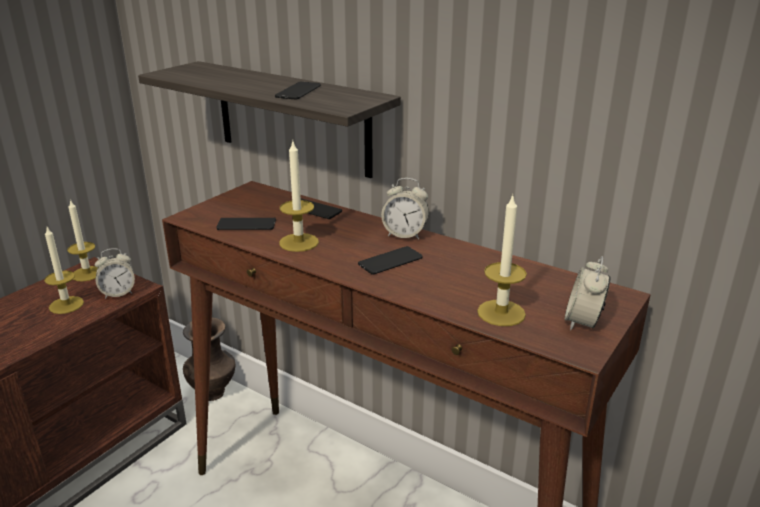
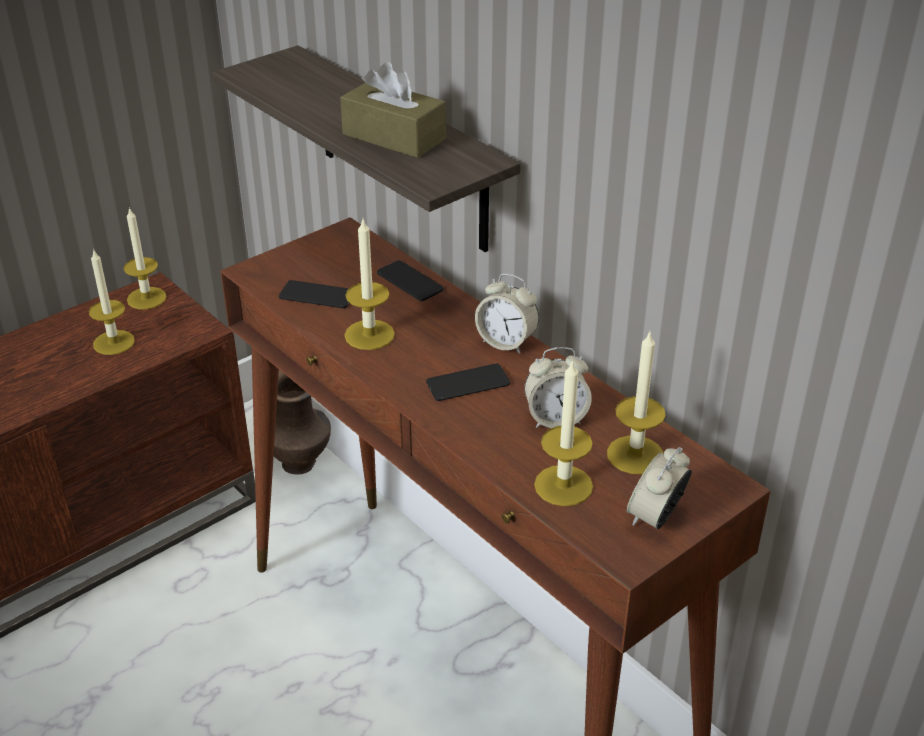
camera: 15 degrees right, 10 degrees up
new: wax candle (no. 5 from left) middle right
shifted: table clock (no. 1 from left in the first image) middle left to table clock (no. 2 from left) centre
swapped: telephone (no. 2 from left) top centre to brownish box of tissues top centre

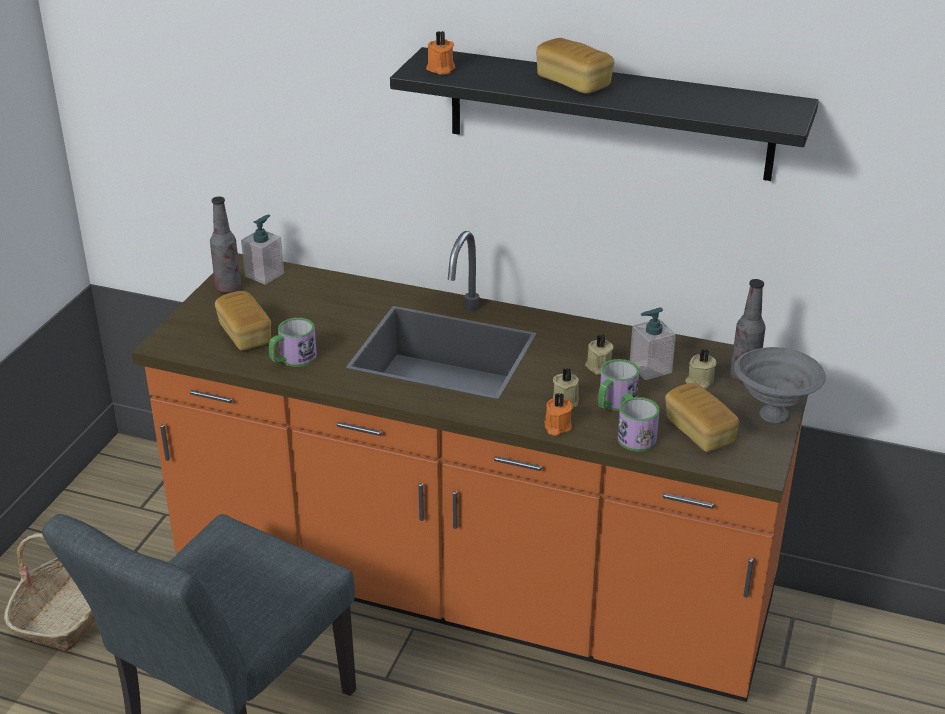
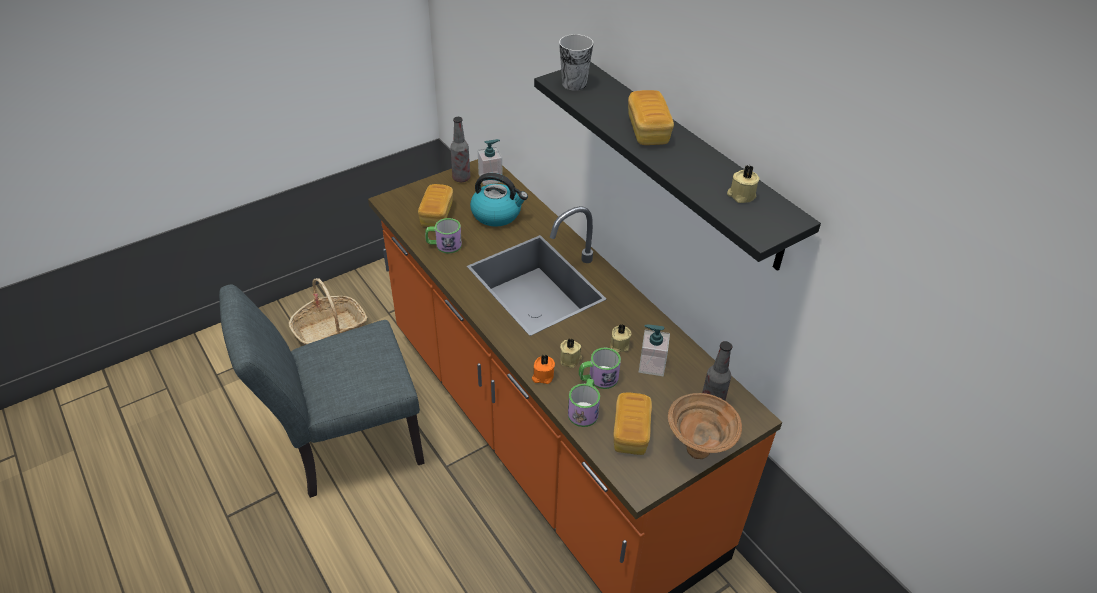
camera: 35 degrees right, 10 degrees up
new: kettle centre
shifted: sand-coloured wax candle (no. 3 from left) middle right to top right
swapped: orange wax candle (no. 1 from left) top centre to cup top centre
repainted: grey bowl middle right to brownish bowl bottom centre

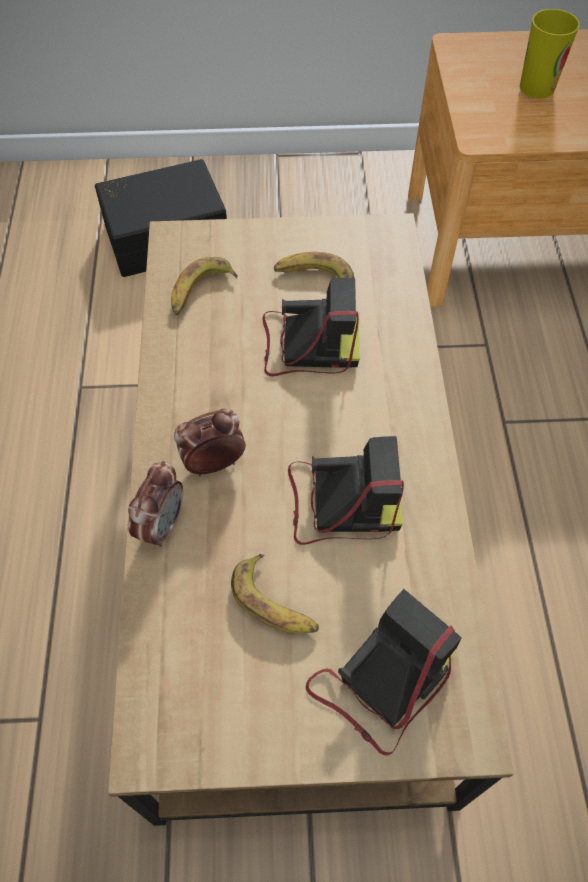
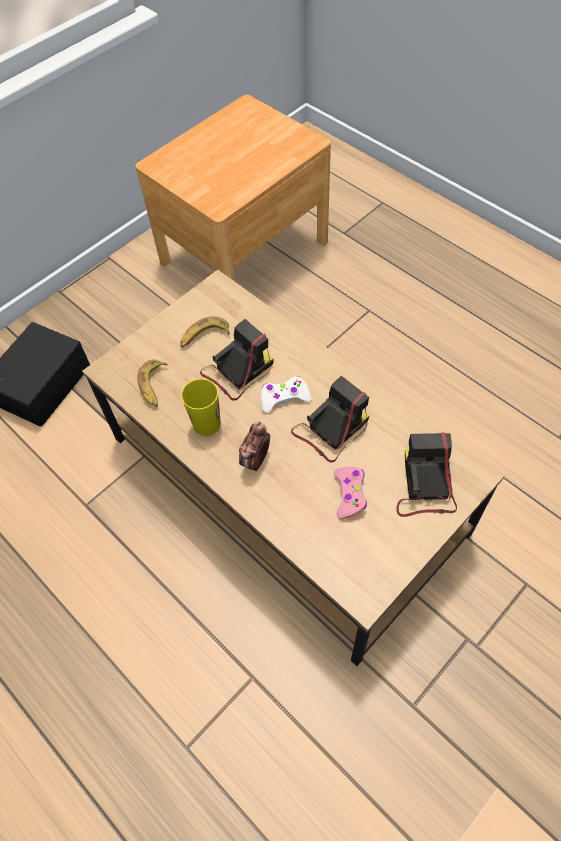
camera: 40 degrees left, 0 degrees up
gone: table clock (no. 1 from left) middle left
new: white-coloured game controller centre
shifted: cup top right to centre
swapped: banana (no. 2 from left) bottom centre to pink game controller centre

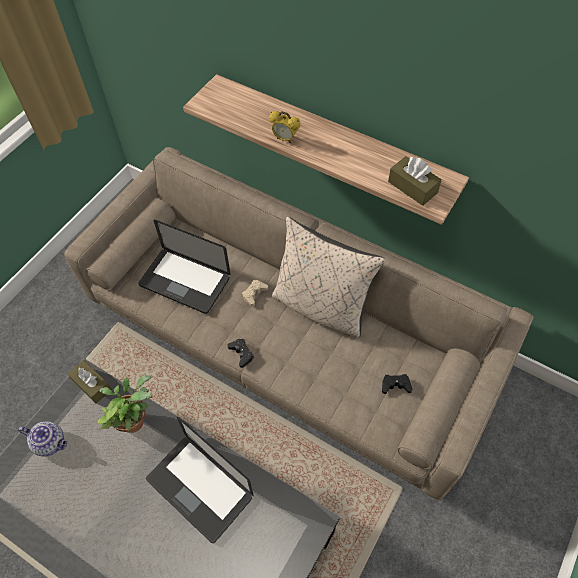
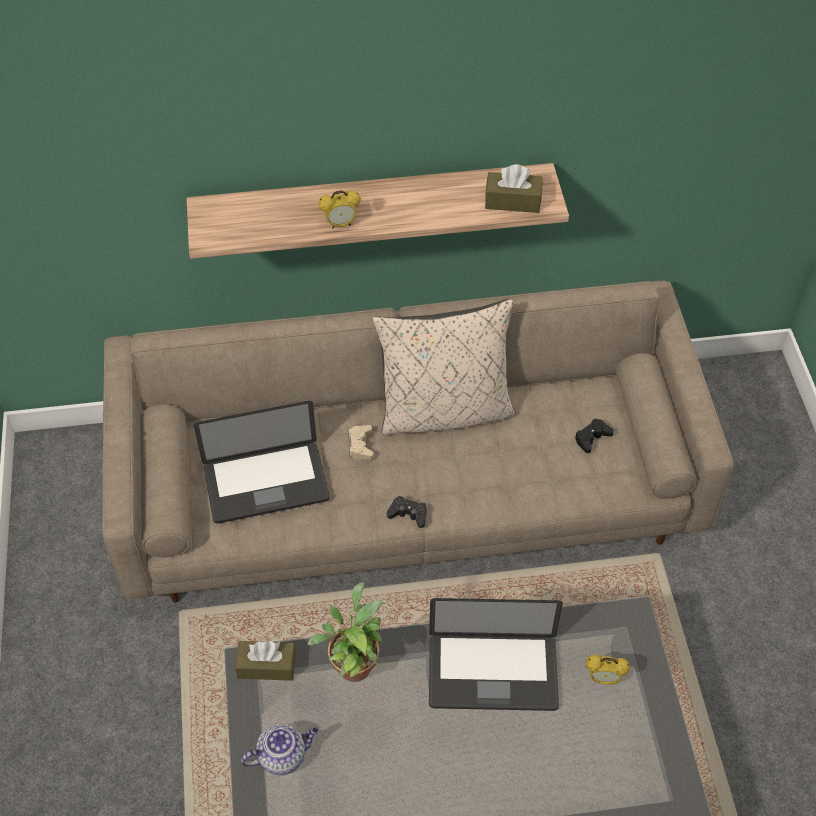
camera: 40 degrees left, 5 degrees down
new: table clock (no. 2 from left) bottom right

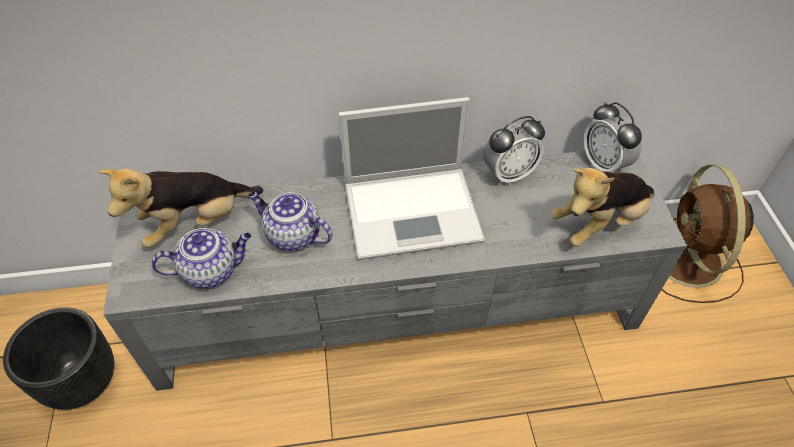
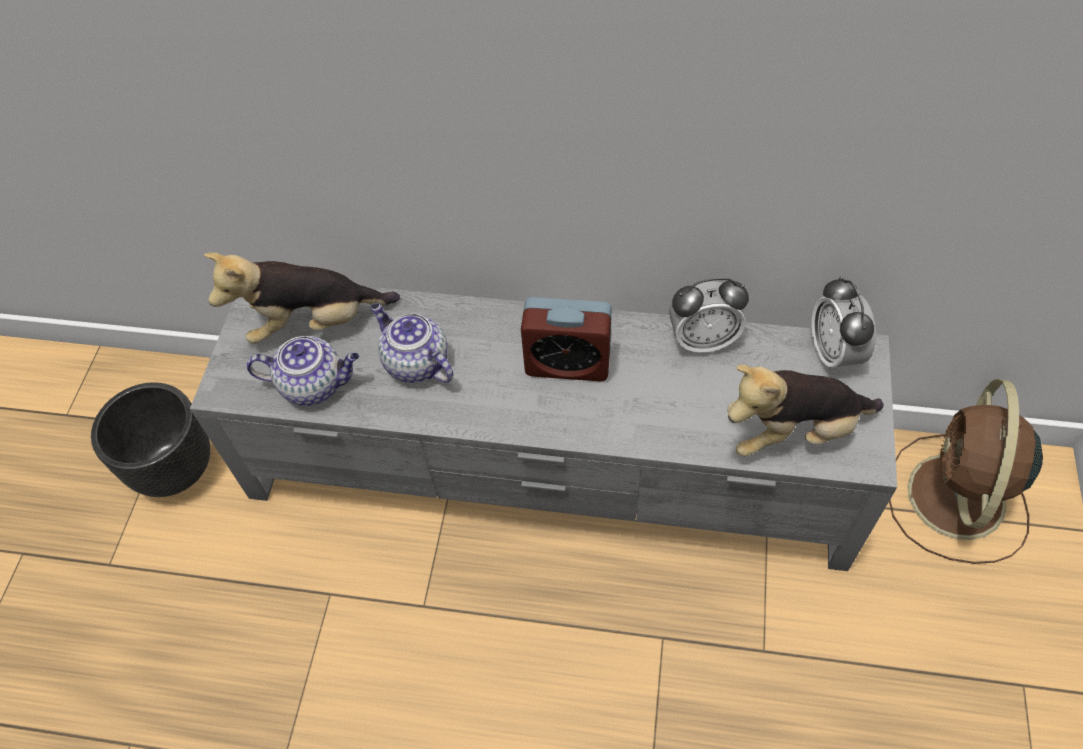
camera: 20 degrees right, 5 degrees up
swapped: portable computer centre to table clock (no. 1 from left) centre

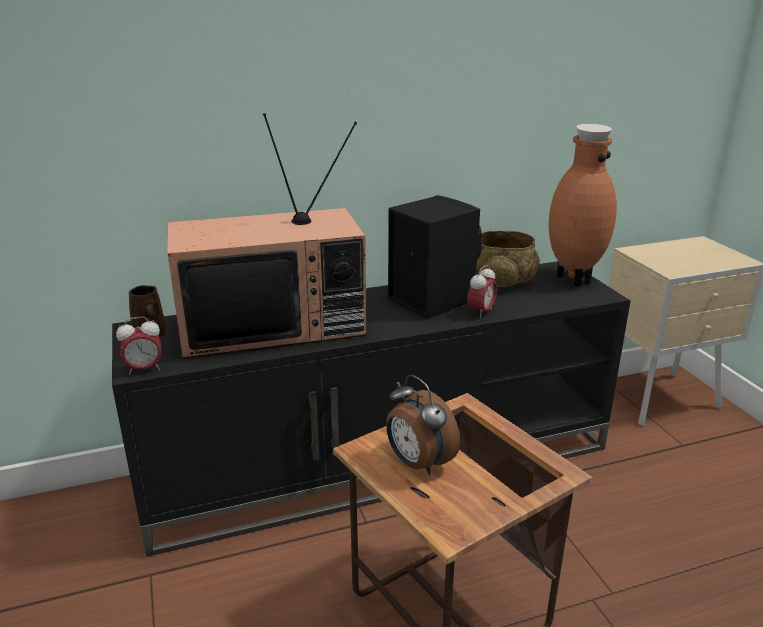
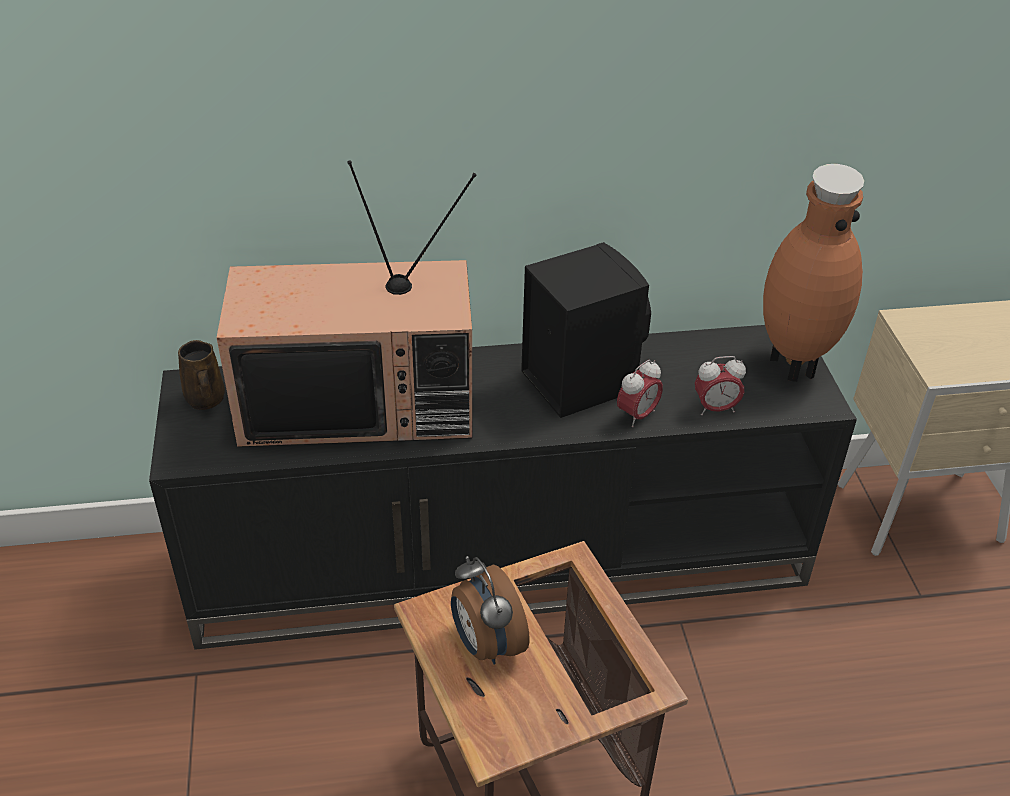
camera: 10 degrees right, 15 degrees up
gone: sand-coloured bowl centre
shifted: table clock (no. 1 from left in the first image) middle left to table clock (no. 3 from left) middle right

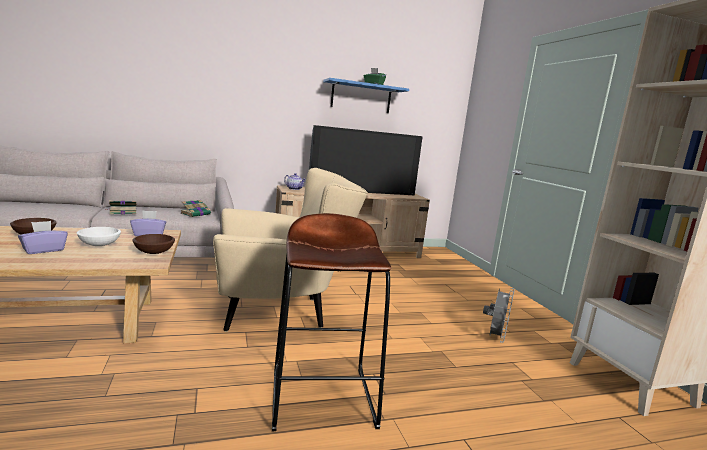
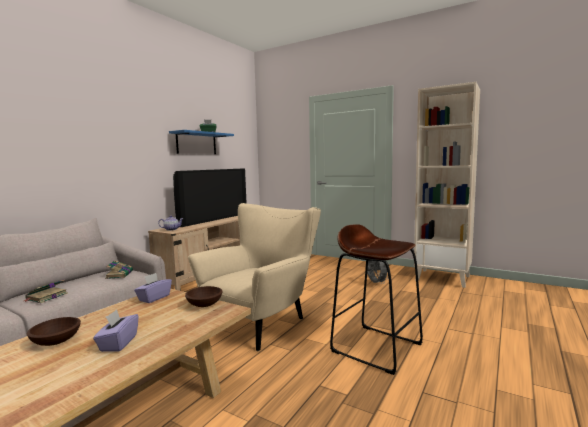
camera: 40 degrees left, 5 degrees down
gone: white-coloured bowl middle left

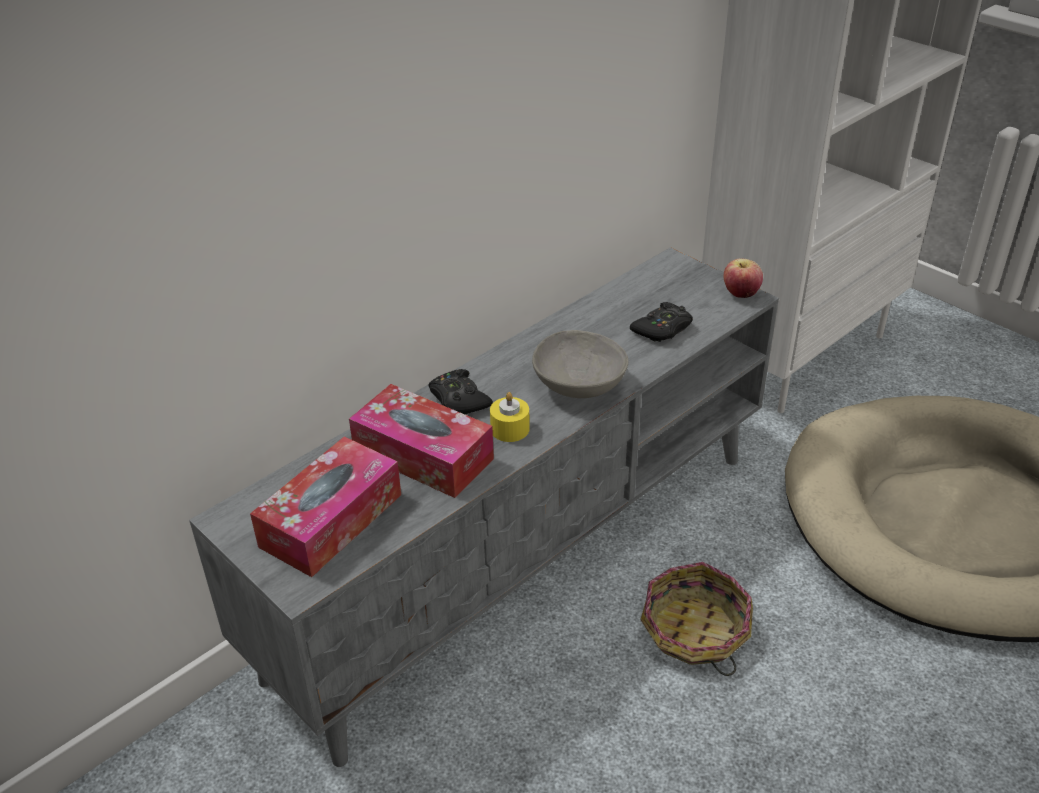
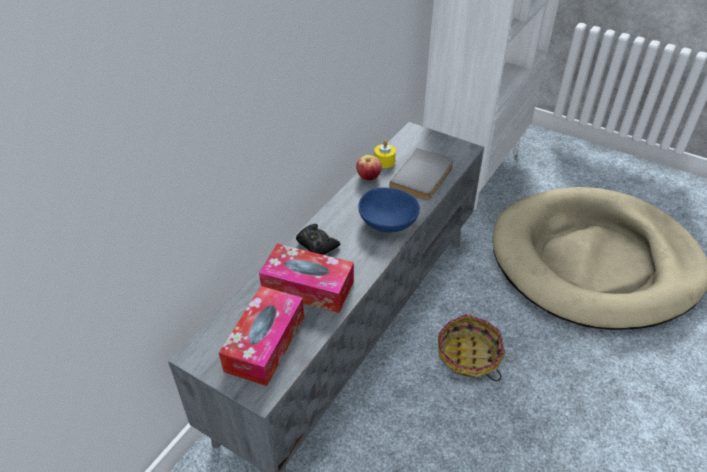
camera: 15 degrees left, 5 degrees up
shifted: yellowish wax candle centre to top centre; whole apple middle right to centre
swapped: blackish game controller (no. 2 from left) centre to grey book centre
repainted: grey bowl centre to blue bowl centre

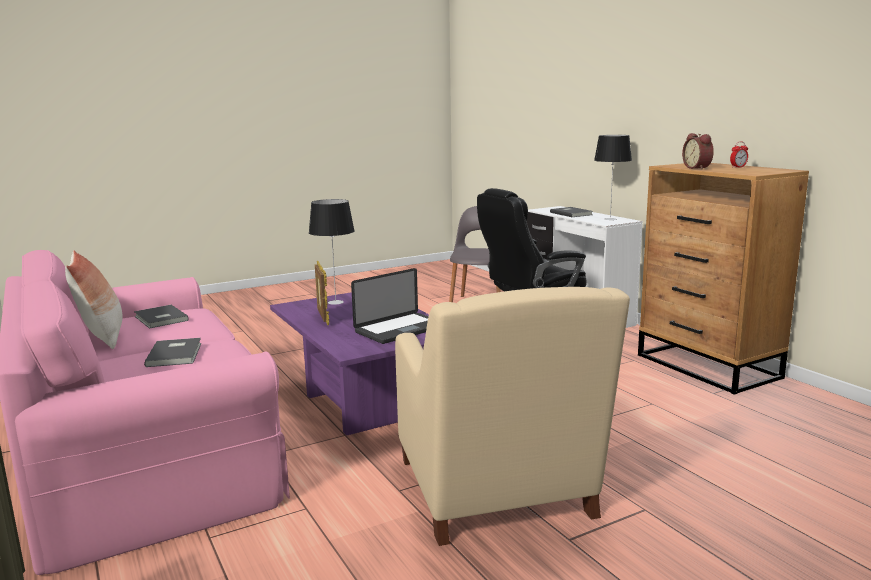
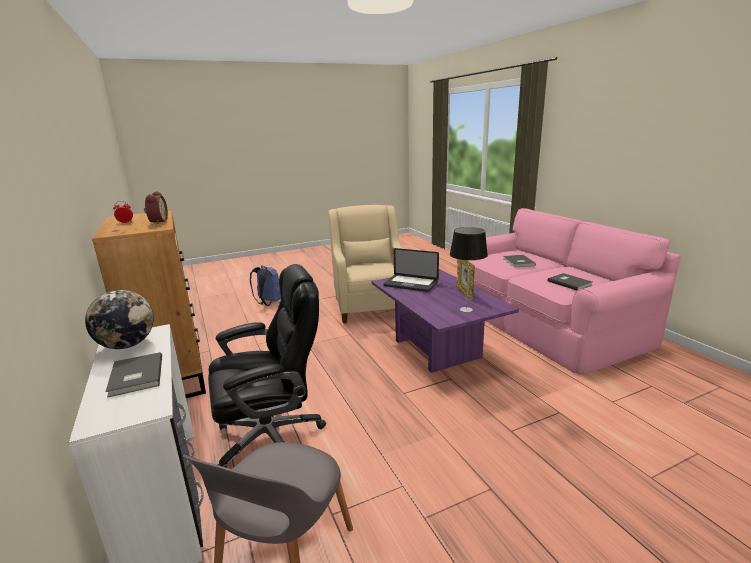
camera: 175 degrees left, 5 degrees up
gone: pillow middle left
new: blue rucksack centre
swapped: tabletop lamp (no. 2 from left) top right to world globe middle left
rotated: portable computer centre = centre 120 degrees counterclockwise

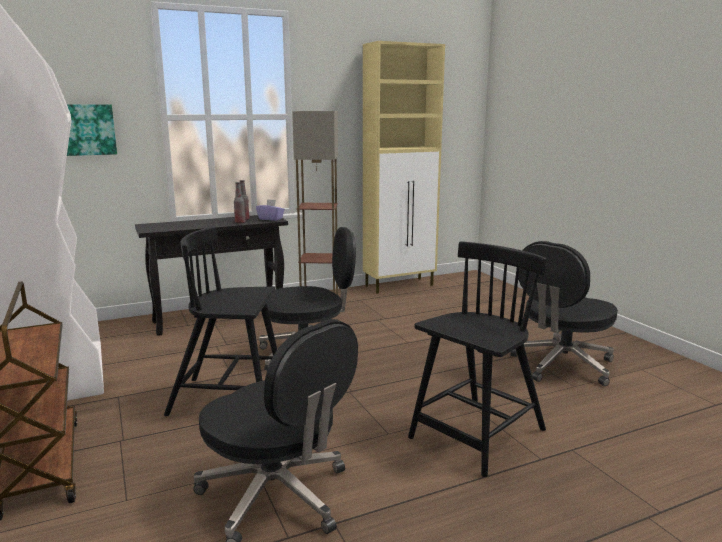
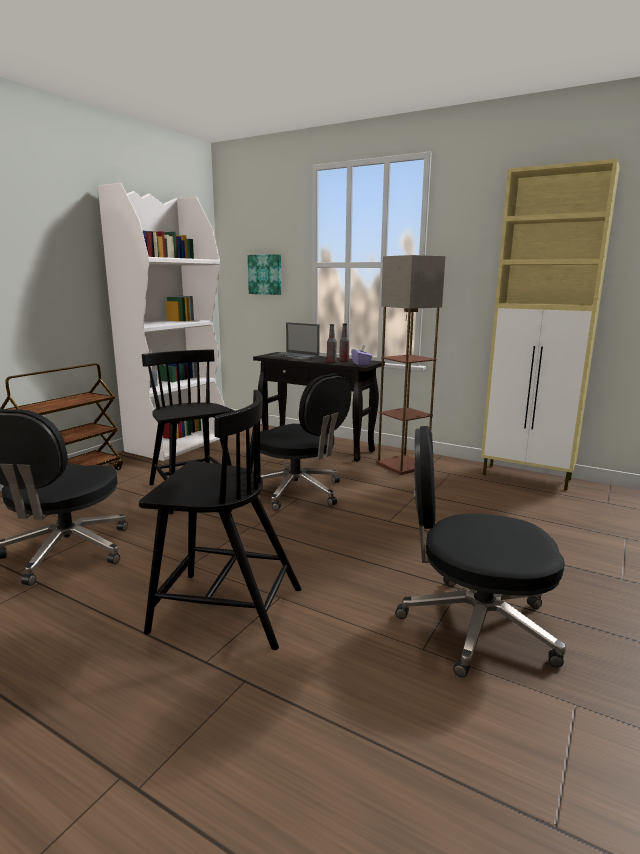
camera: 55 degrees right, 0 degrees up
new: portable computer centre

